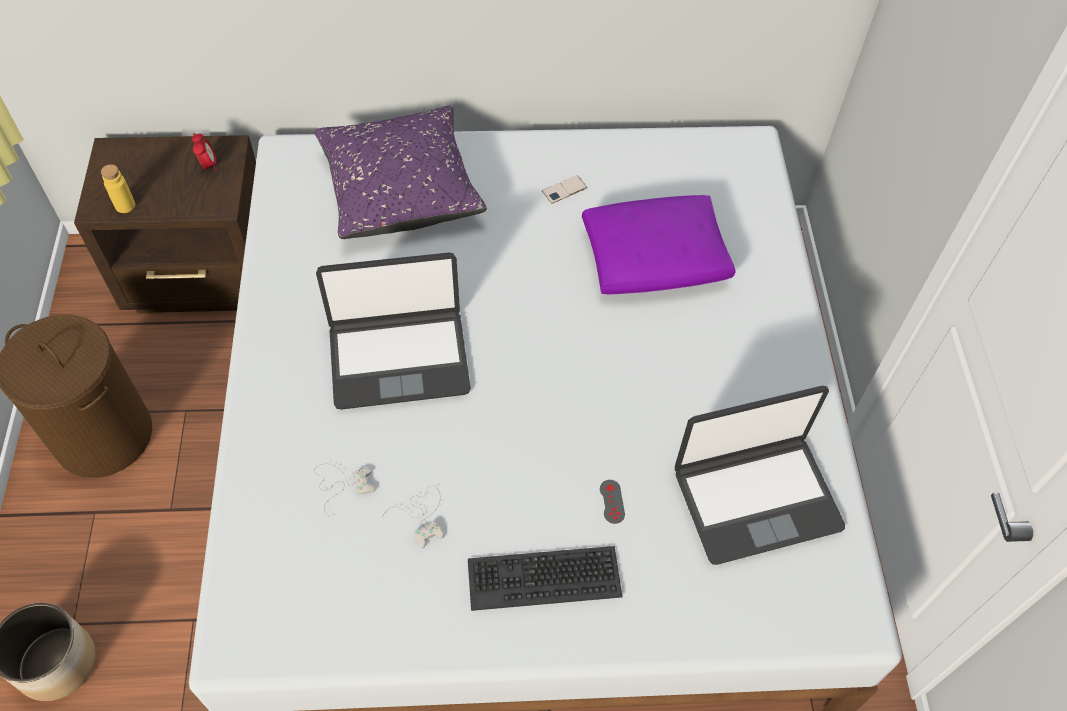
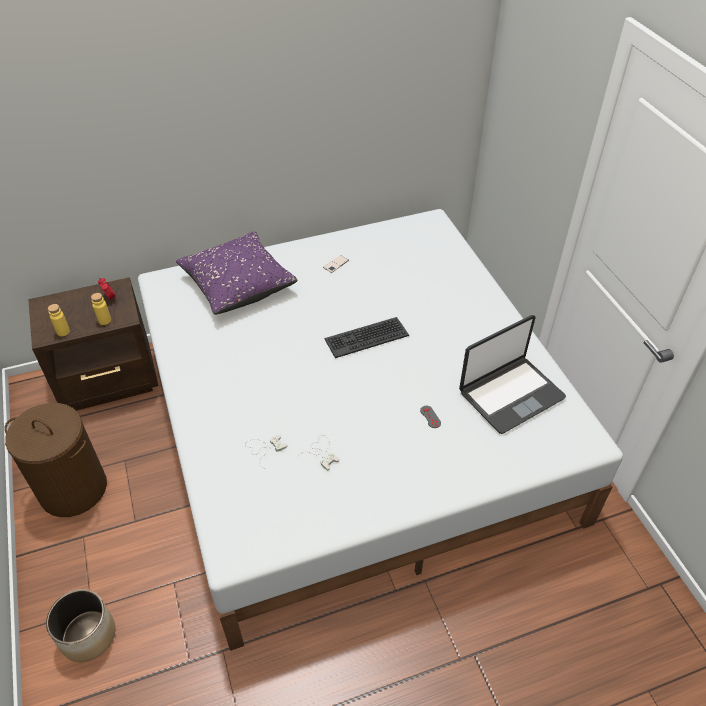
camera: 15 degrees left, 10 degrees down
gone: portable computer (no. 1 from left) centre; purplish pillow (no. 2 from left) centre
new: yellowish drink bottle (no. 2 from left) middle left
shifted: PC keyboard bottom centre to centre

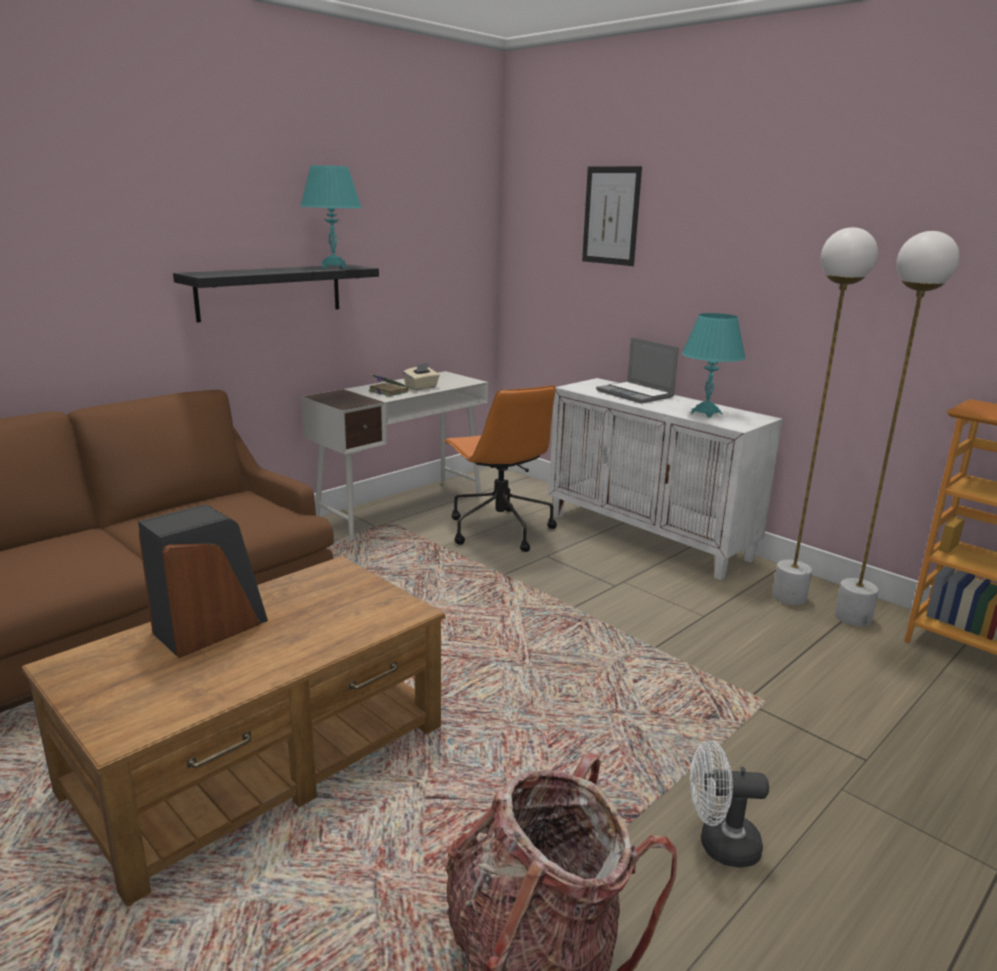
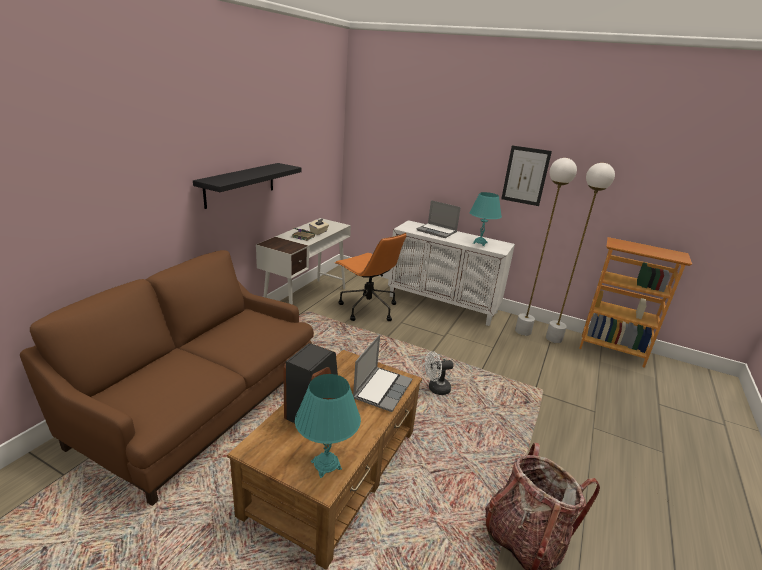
camera: 20 degrees left, 5 degrees up
new: portable computer (no. 1 from left) centre
shifted: turquoise tabletop lamp (no. 1 from left) top left to bottom centre; wall art top centre to top right; white-coloured cooling fan bottom right to centre

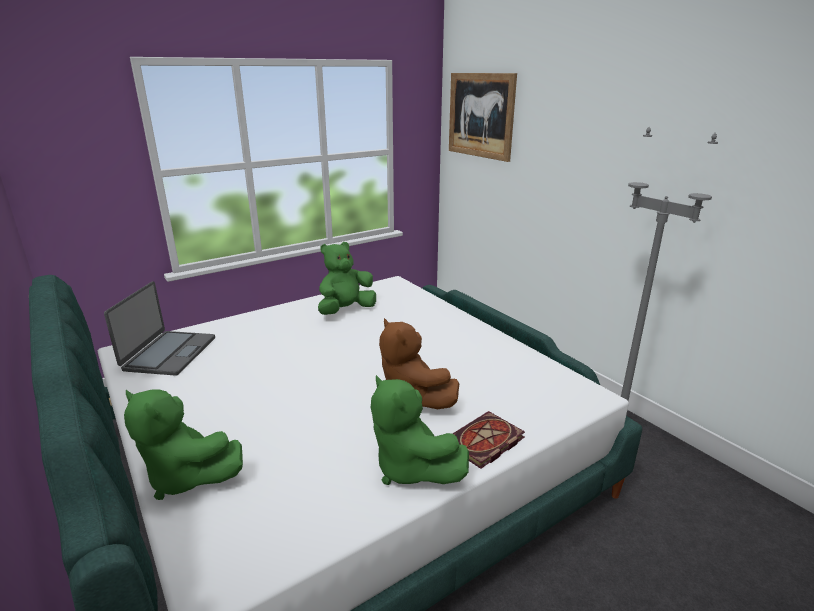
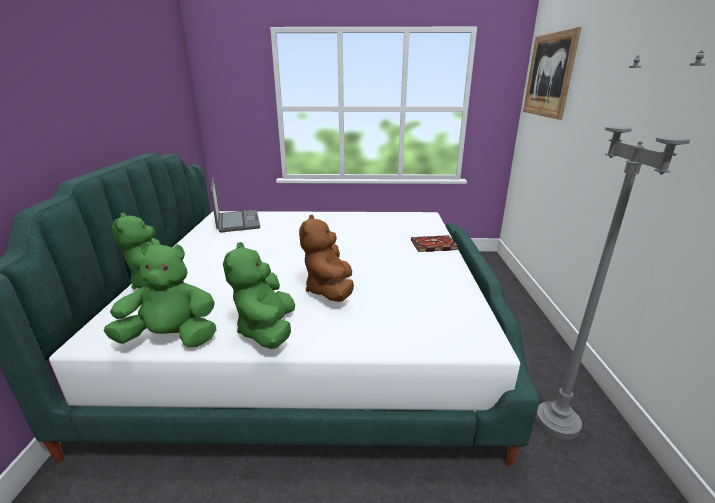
camera: 35 degrees right, 0 degrees up
shifted: green cuddly toy (no. 2 from left) centre to middle left; book bottom centre to centre
rotated: portable computer middle left = middle left 60 degrees counterclockwise

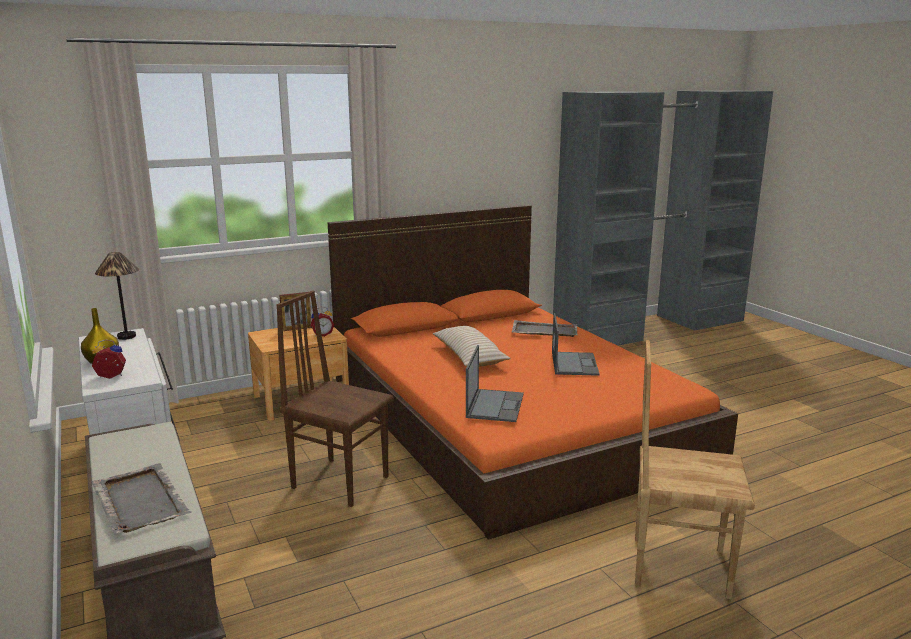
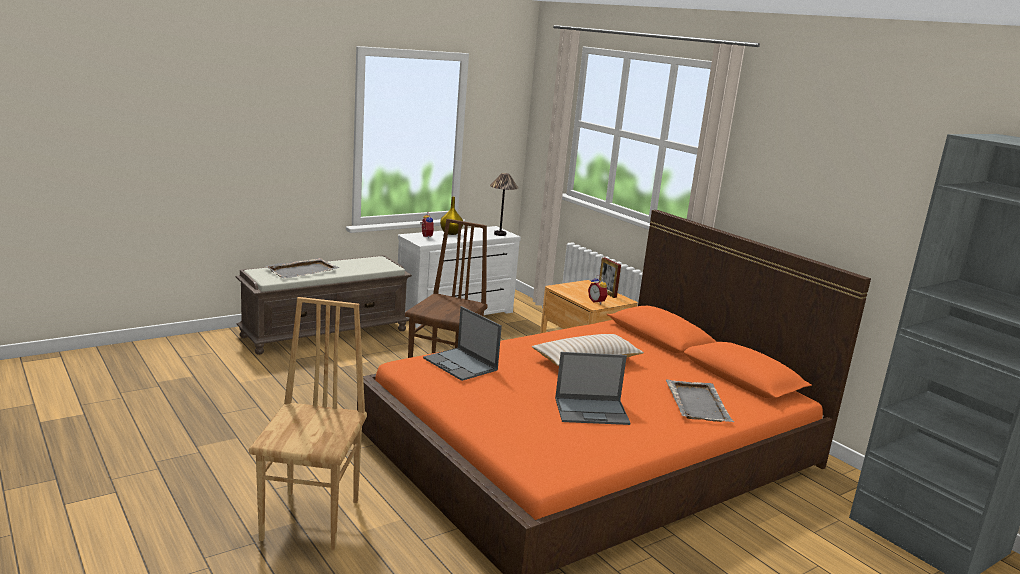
camera: 80 degrees right, 0 degrees up
rotated: portable computer (no. 1 from left) centre = centre 45 degrees clockwise

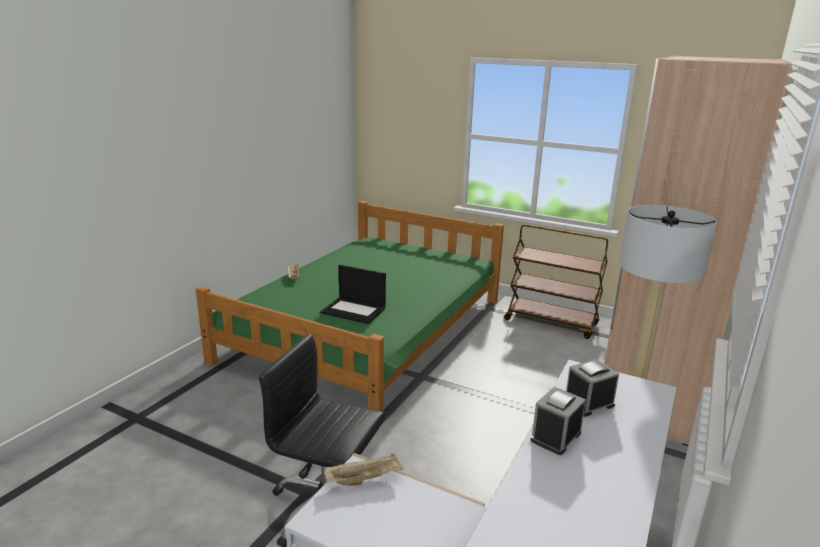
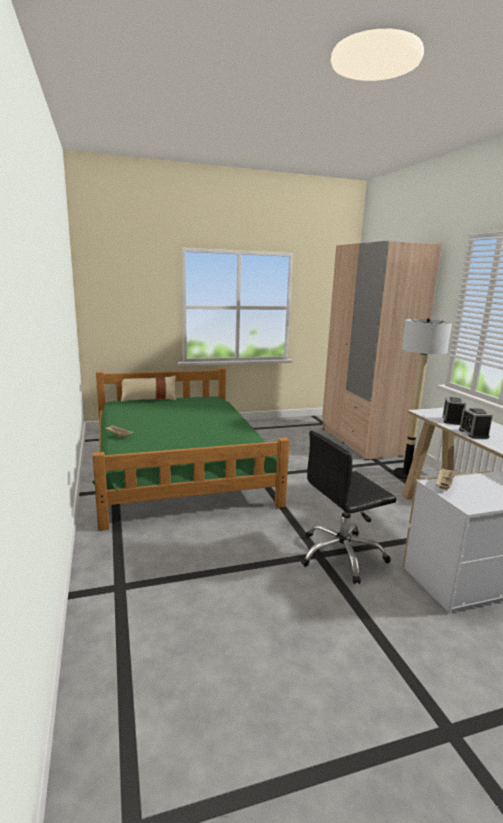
camera: 45 degrees left, 5 degrees down
gone: portable computer centre; brownish trolley middle right
new: sand-coloured pillow middle left

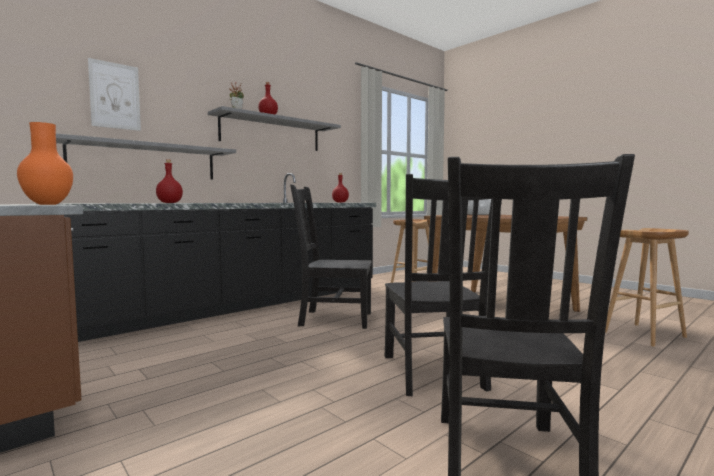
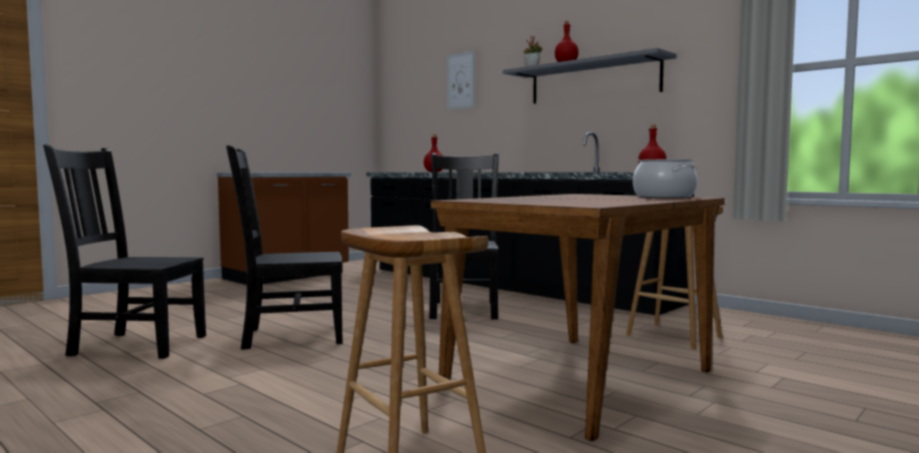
camera: 85 degrees right, 0 degrees up
gone: orange decorative vase middle left; grey wall shelf (no. 1 from left) top left

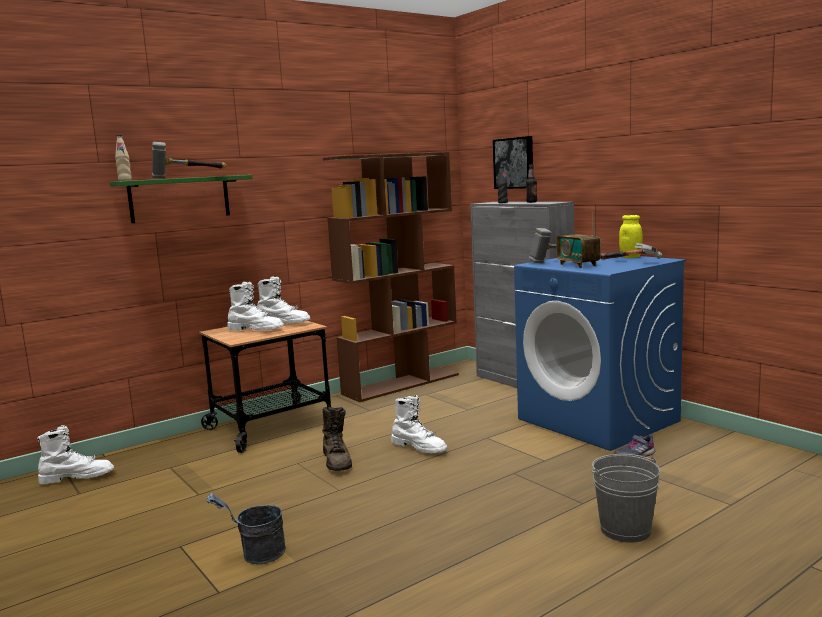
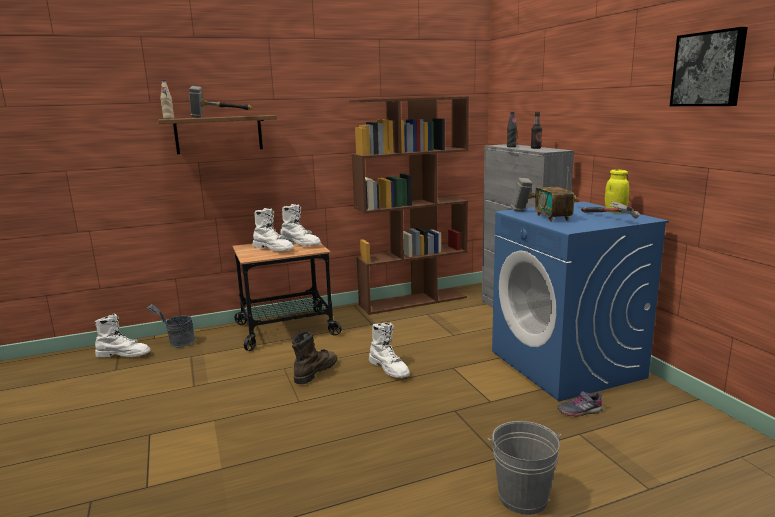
camera: 15 degrees right, 5 degrees up
shifted: grey pail (no. 1 from left) bottom left to middle left; wall art top centre to top right
repainted: green wall shelf top left to brownish wall shelf top left
rotated: brownish high-top boot bottom centre = bottom centre 150 degrees counterclockwise

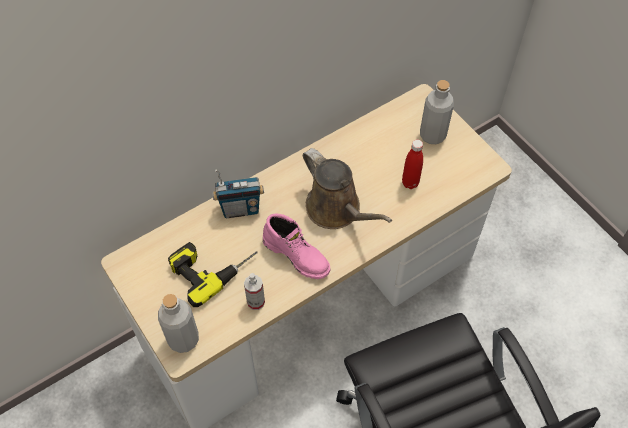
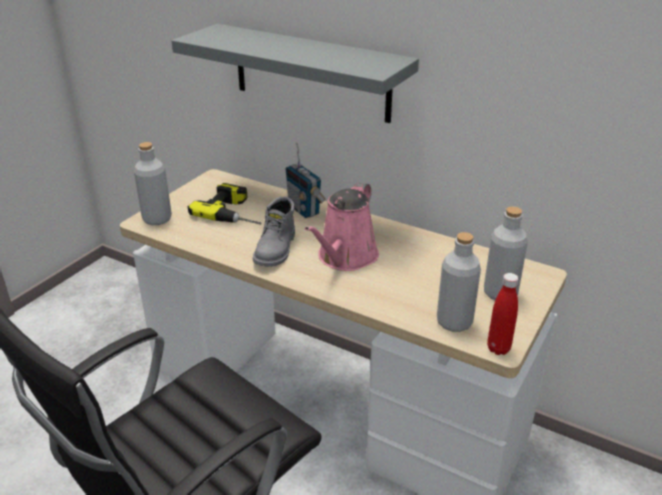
camera: 65 degrees right, 25 degrees down
gone: spray bottle bottom centre
new: grey wall shelf top centre; grey drink bottle (no. 2 from left) middle right
shifted: red drink bottle centre to middle right
repainted: pink high-top boot centre to grey high-top boot centre; brownish watering pot centre to pink watering pot centre

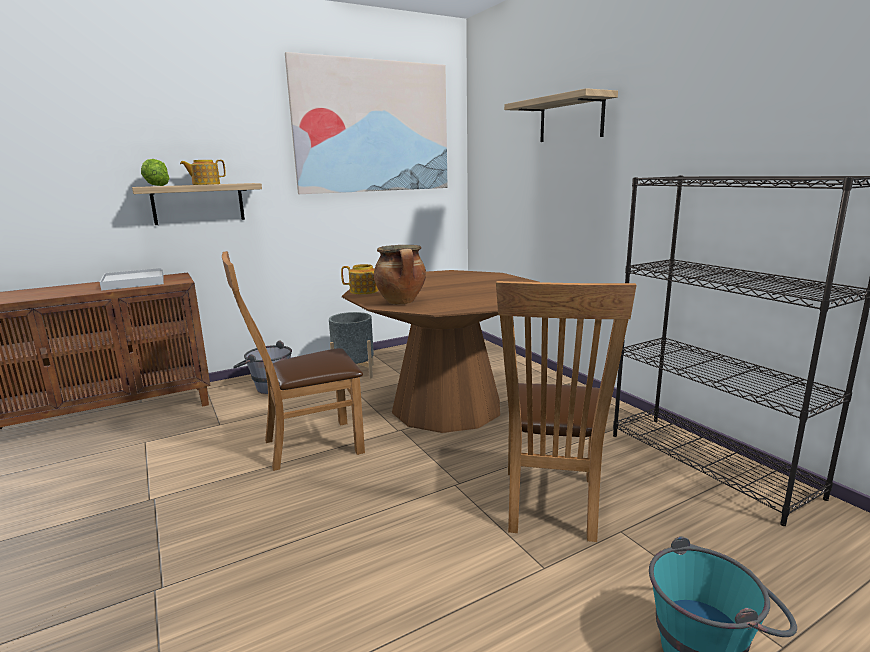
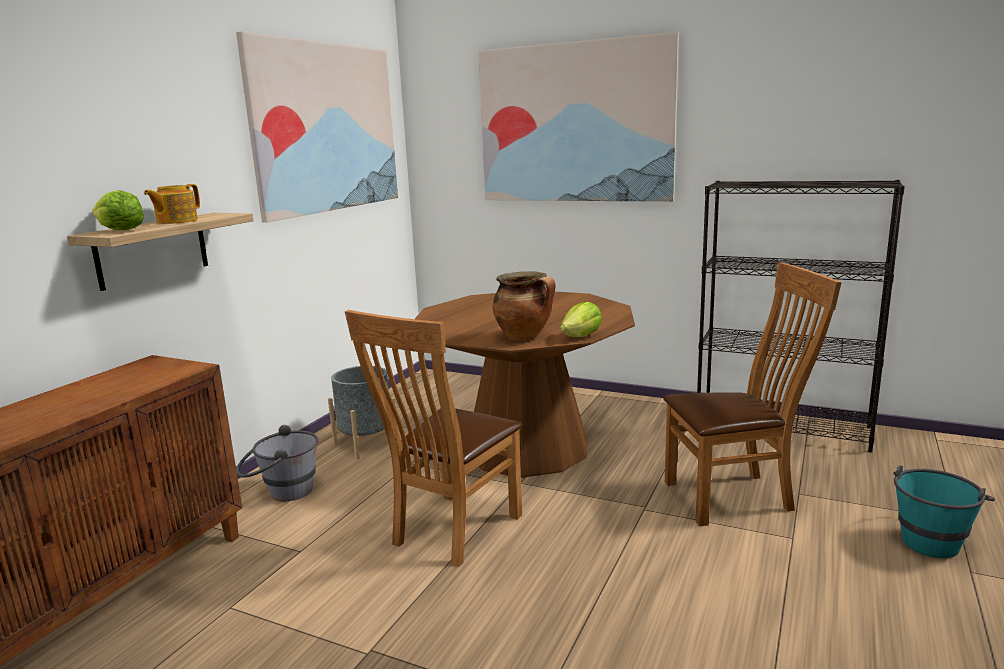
camera: 35 degrees left, 0 degrees up
gone: white-coloured carrying tray middle left; tea pot (no. 2 from left) centre
new: lettuce (no. 2 from left) centre
swapped: wall shelf (no. 2 from left) top centre to wall art (no. 2 from left) top centre
rotated: brownish upright chair (no. 2 from left) centre = middle right 75 degrees counterclockwise

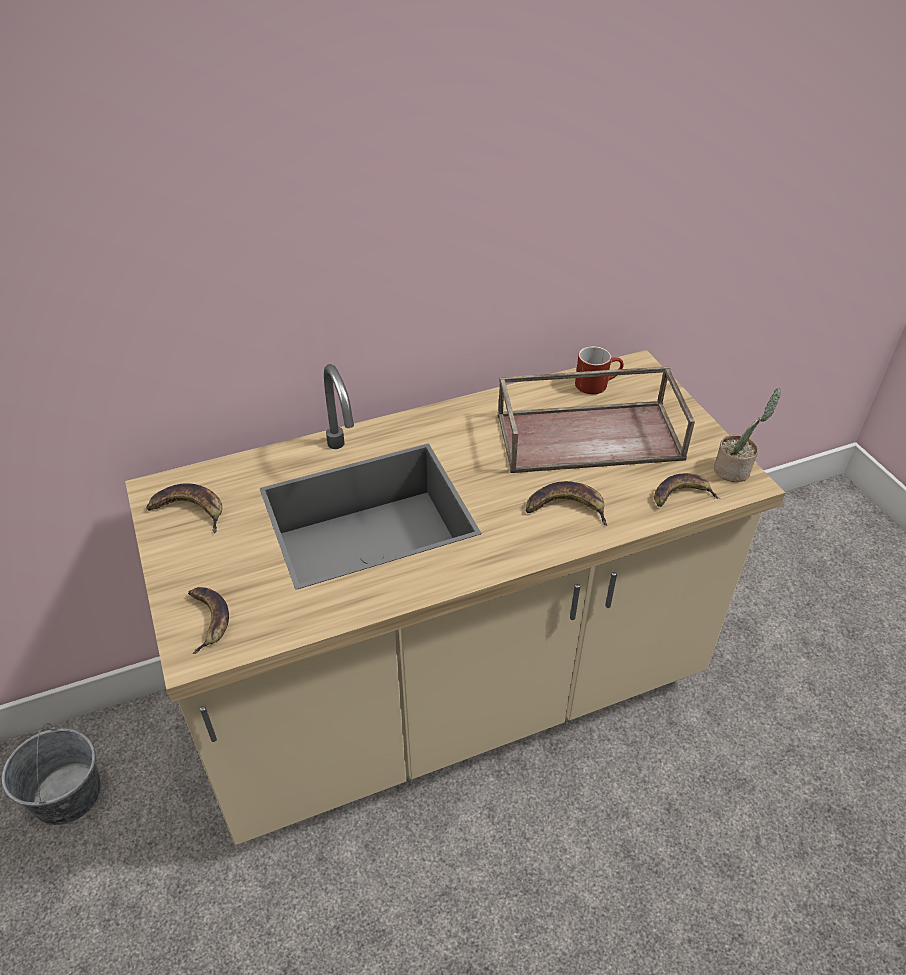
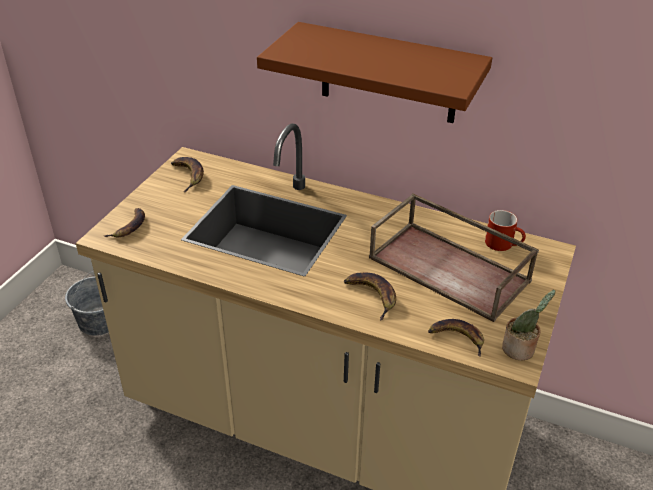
camera: 45 degrees right, 5 degrees down
new: brownish wall shelf top centre

